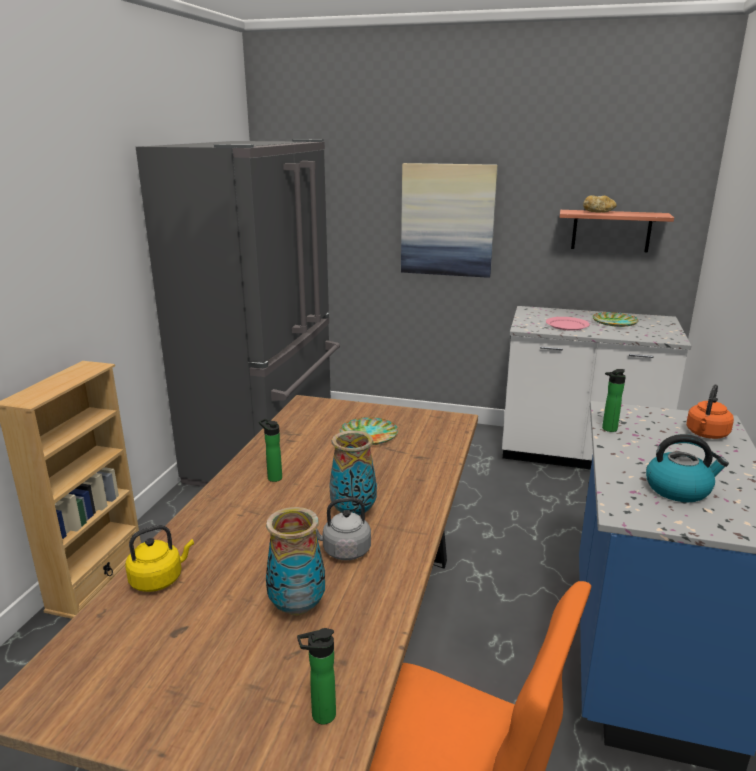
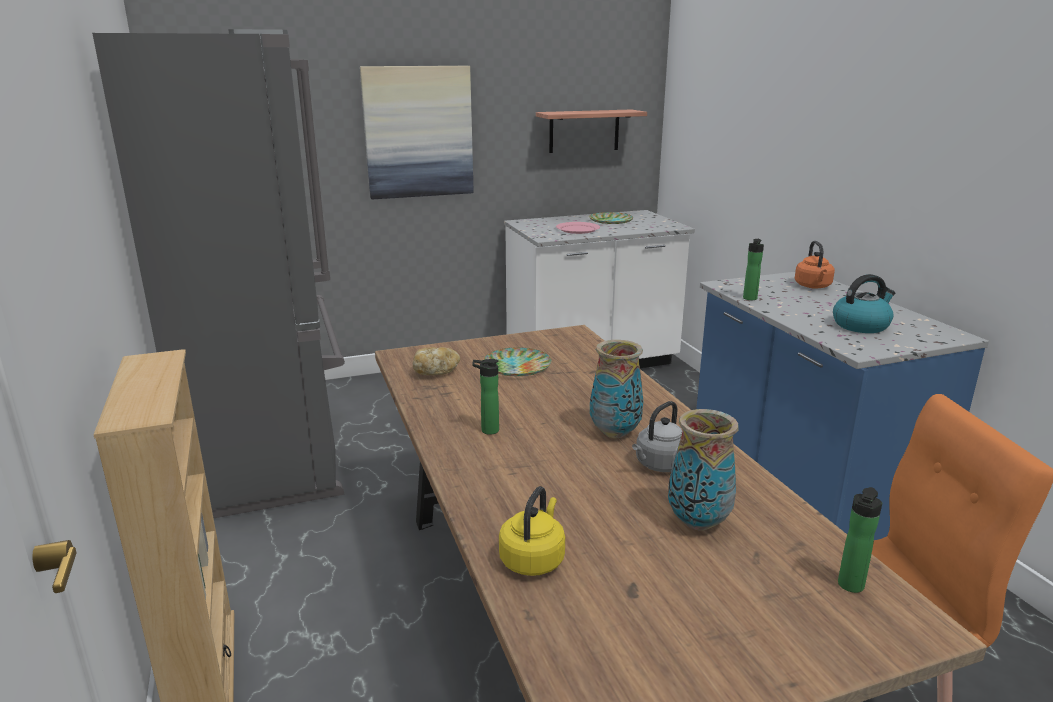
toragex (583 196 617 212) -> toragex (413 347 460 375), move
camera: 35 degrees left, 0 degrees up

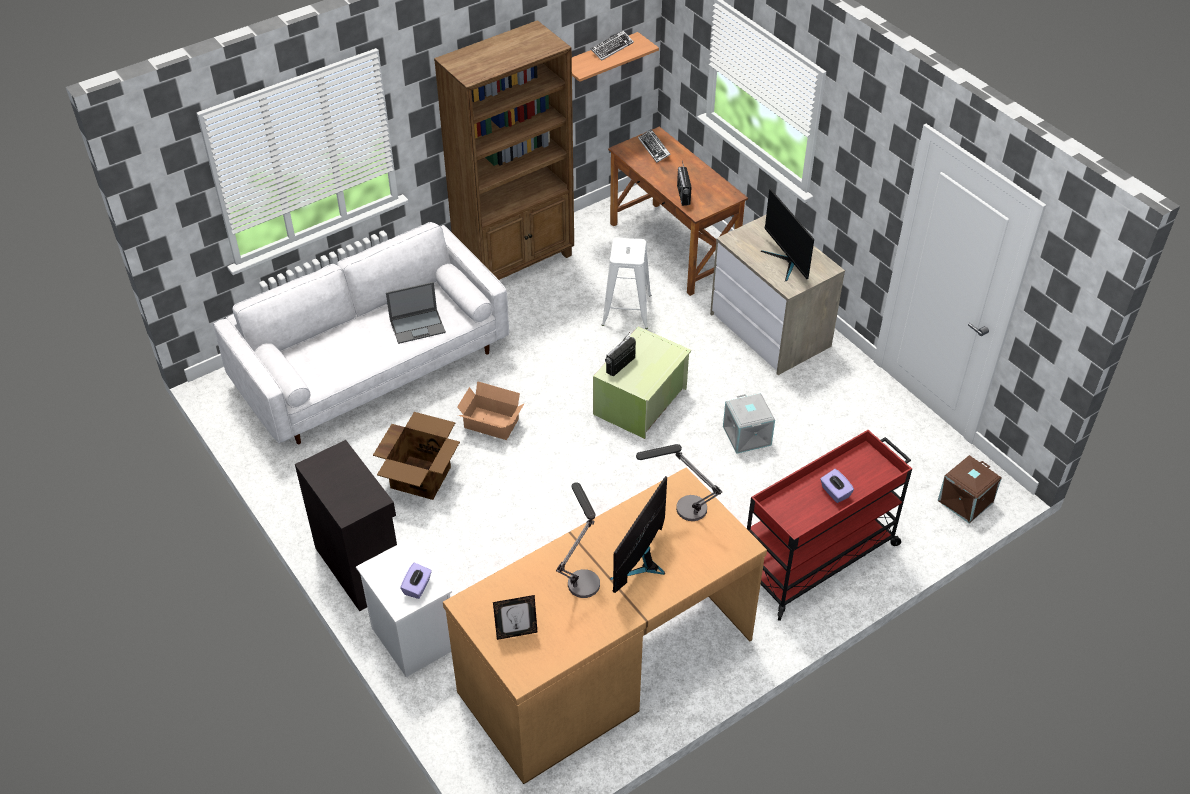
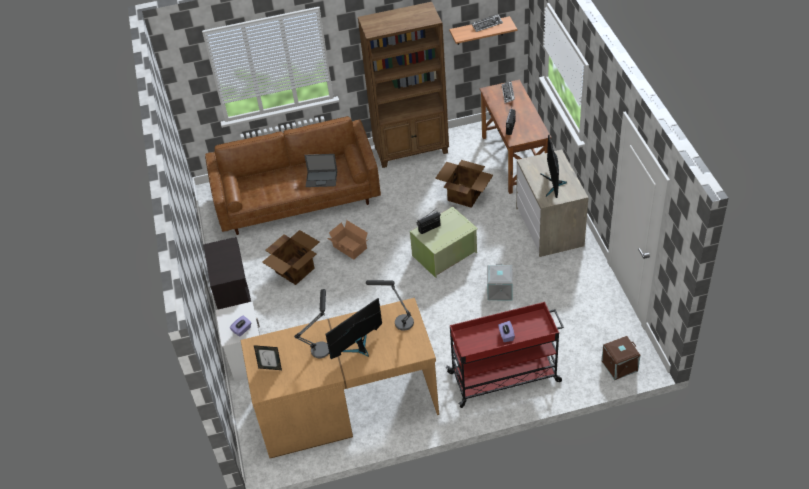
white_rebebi (213 222 509 444) -> brown_rebebi (205 116 381 235)
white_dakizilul (602 237 651 329) -> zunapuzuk (435 160 493 208)
camera: 25 degrees right, 0 degrees up

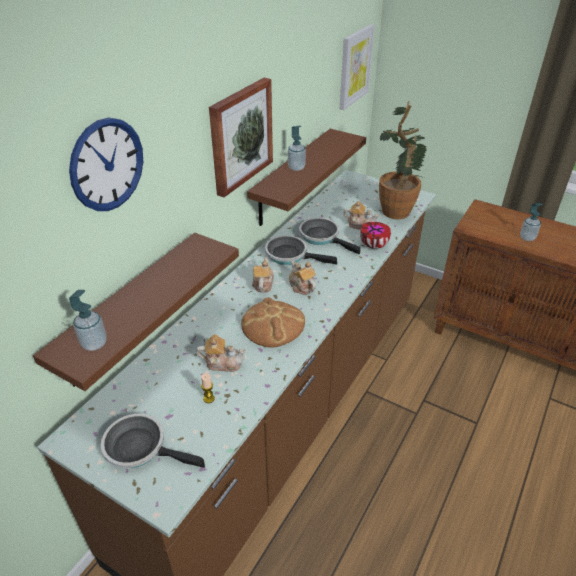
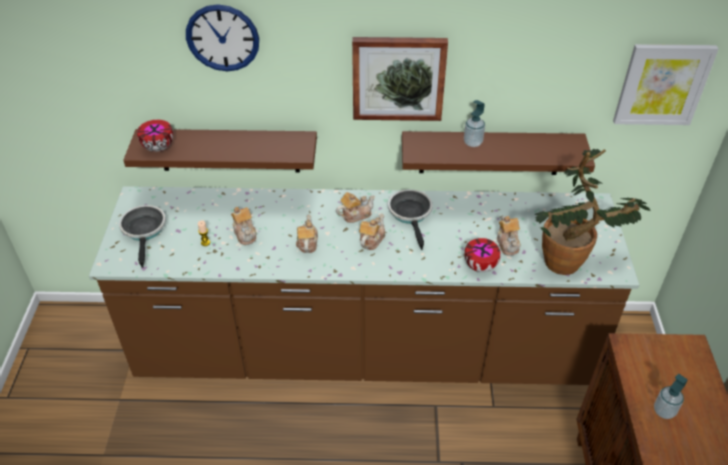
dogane (69 290 107 351) -> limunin (137 120 173 152)
toragex (241 298 305 348) -> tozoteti (296 214 318 253)
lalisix (299 218 361 254) -> none
camera: 60 degrees right, 5 degrees up

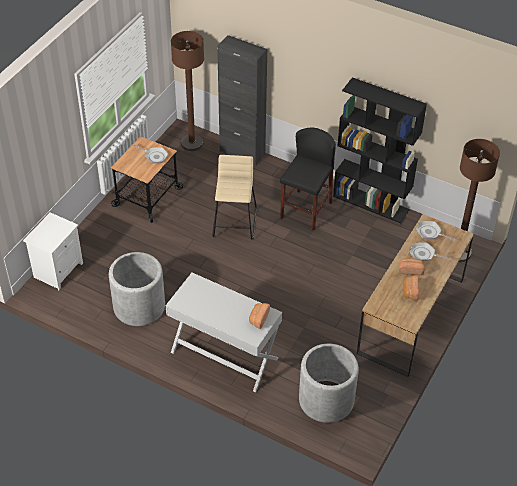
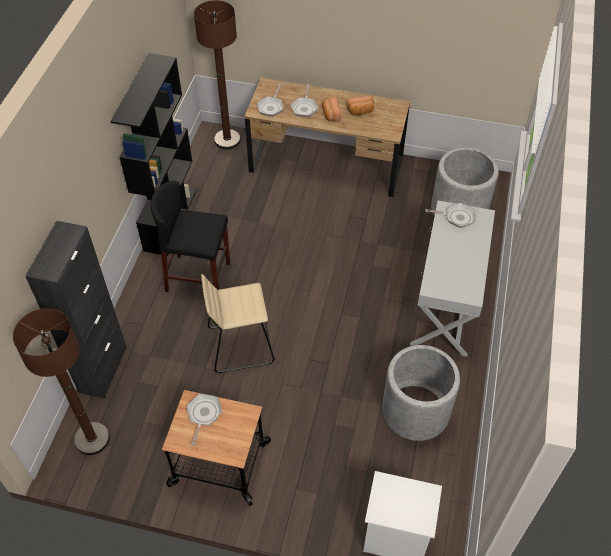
toragex (249 303 270 329) -> lalisix (426 203 476 228)
camera: 105 degrees left, 5 degrees up

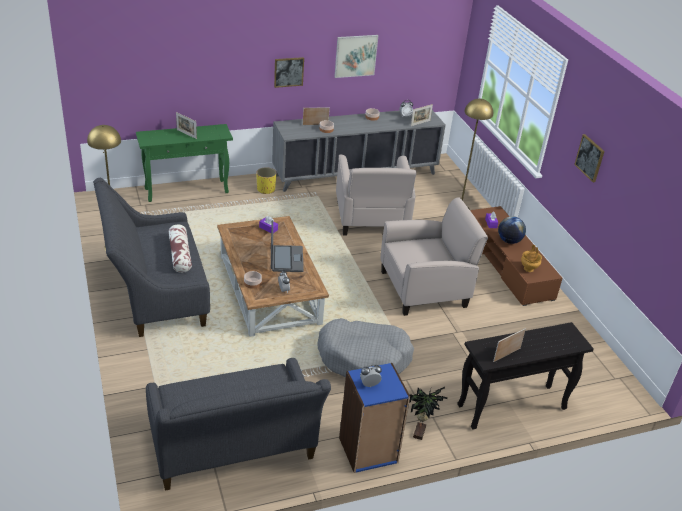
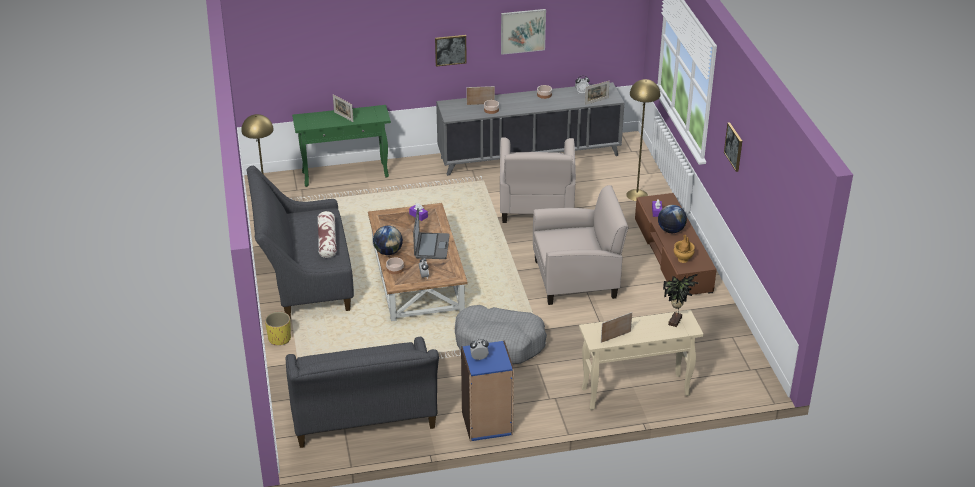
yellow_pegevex (256 167 276 194) -> yellow_pegevex (265 312 291 345), move
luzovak (409 387 448 440) -> luzovak (663 274 699 327), move
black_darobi (457 322 594 430) -> beige_darobi (579 310 703 410)
none -> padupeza (373 226 403 255)
camera: 10 degrees right, 0 degrees up

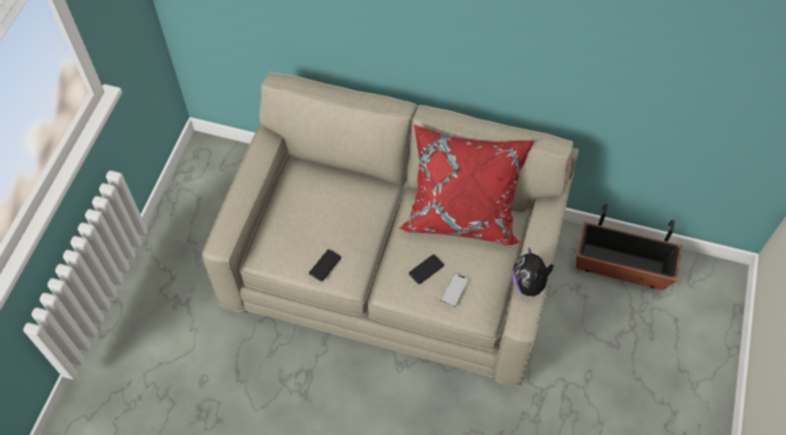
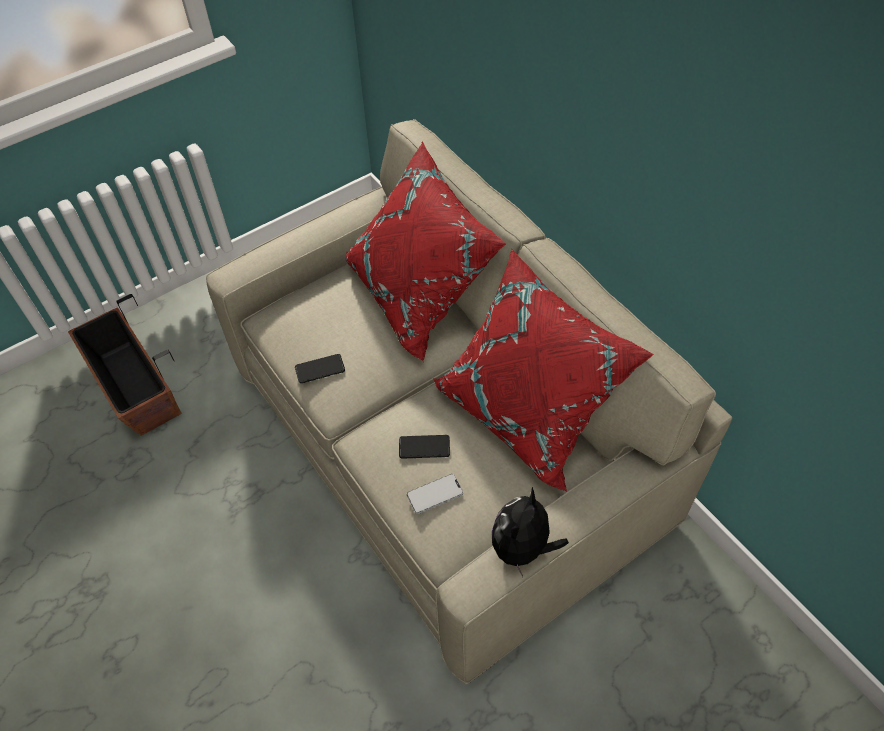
pegevex (576 204 682 290) -> pegevex (68 294 182 435), move
none -> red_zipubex (346 141 506 362)
camera: 40 degrees right, 5 degrees down

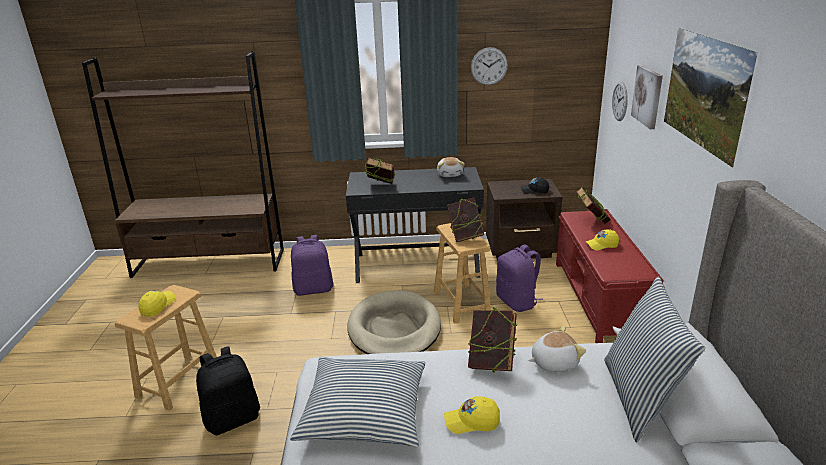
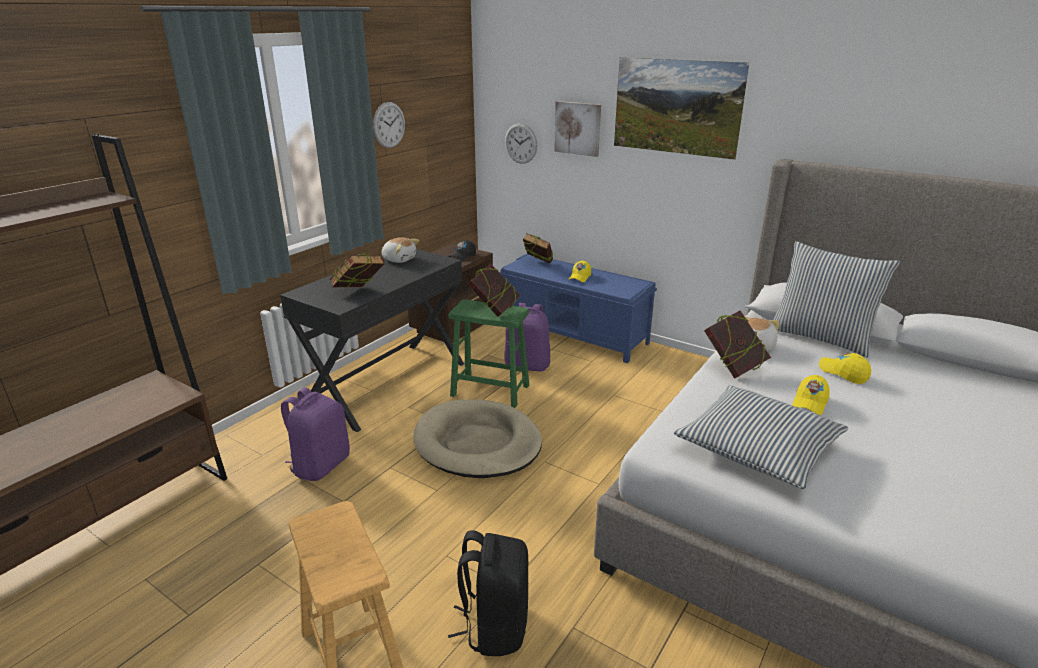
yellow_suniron (138 290 175 317) -> yellow_suniron (819 352 871 384), move
brown_dakizilul (434 223 491 324) -> green_dakizilul (448 299 529 408)
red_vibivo (556 209 663 343) -> blue_vibivo (499 254 657 363)
camera: 55 degrees left, 0 degrees up

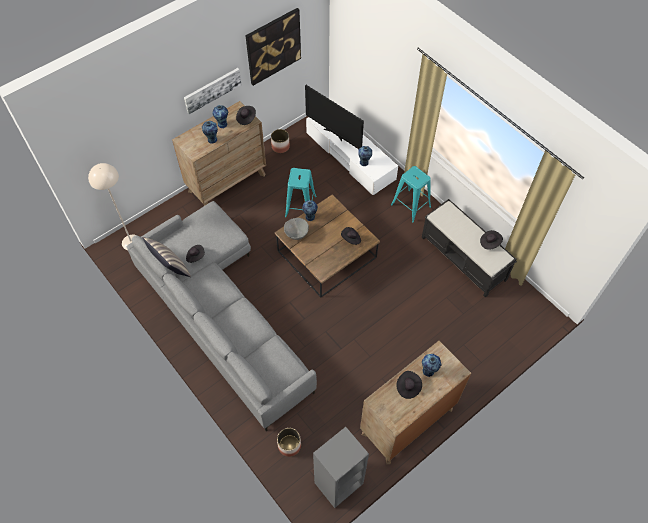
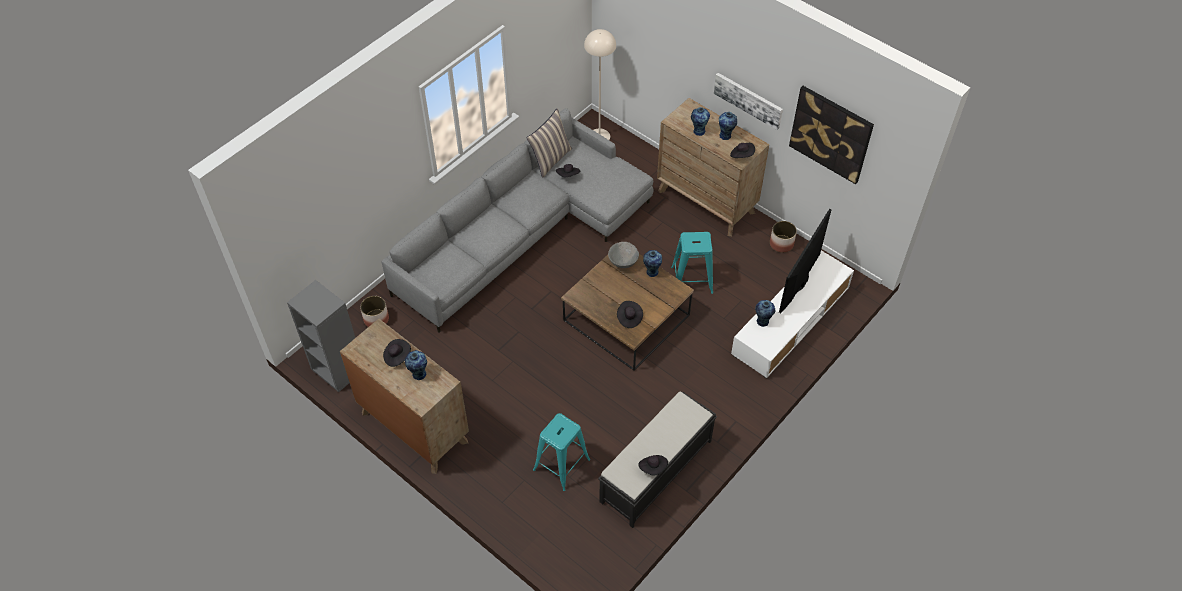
turquoise_dakizilul (391 166 431 222) -> turquoise_dakizilul (533 413 590 491), move
camera: 80 degrees right, 5 degrees down

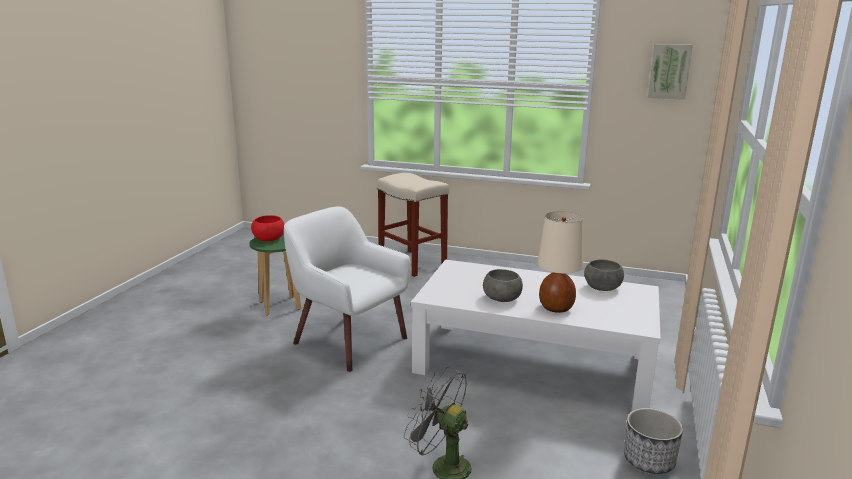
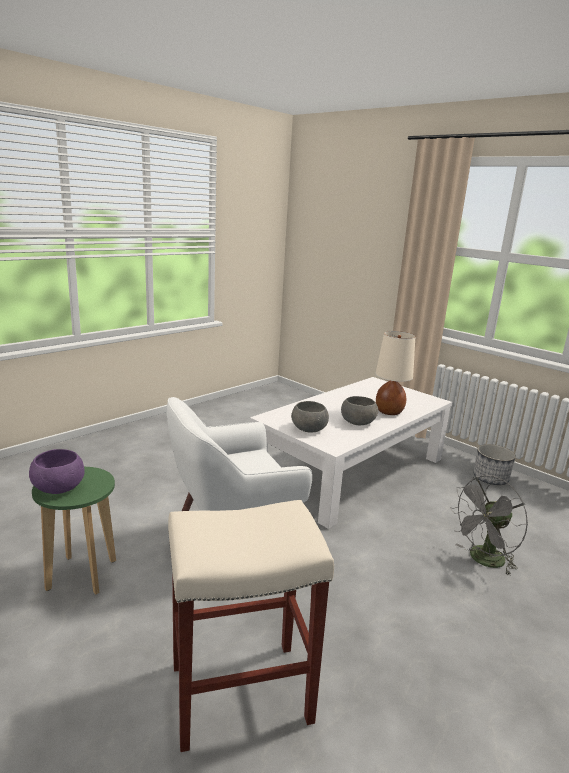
red_limunin (251 215 284 241) -> purple_limunin (29 449 85 494)
beige_dakizilul (377 173 449 277) -> beige_dakizilul (168 500 334 752), move
grey_limunin (584 259 624 291) -> grey_limunin (291 401 329 433), move
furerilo (648 44 693 100) -> none
camera: 65 degrees left, 0 degrees up

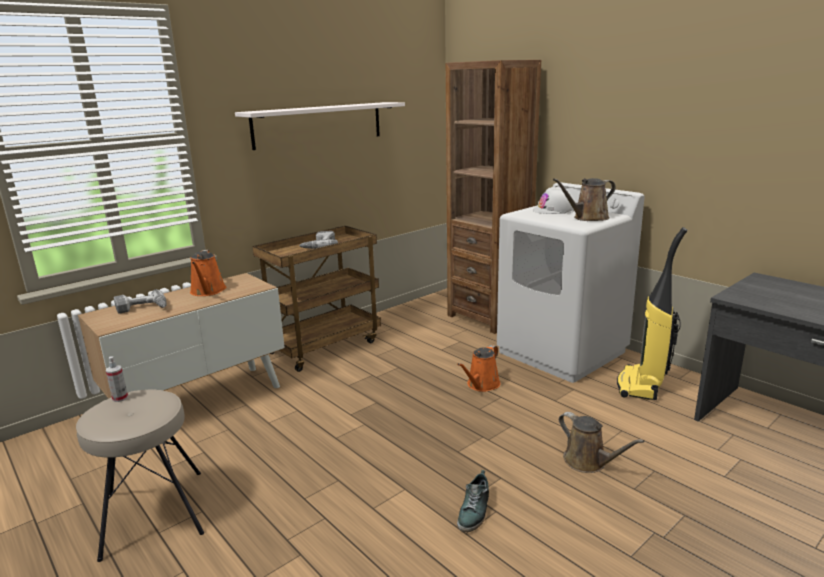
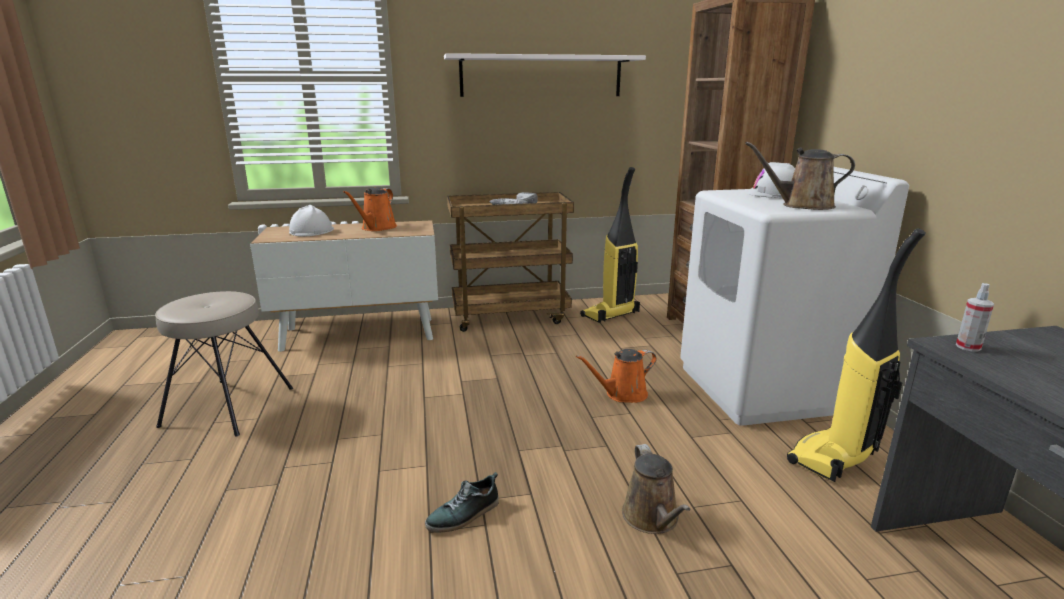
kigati (106 356 128 402) -> kigati (956 283 994 352), move
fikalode (114 289 167 314) -> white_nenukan (289 205 334 236)
none -> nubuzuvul (580 167 640 323)
camera: 30 degrees right, 0 degrees up

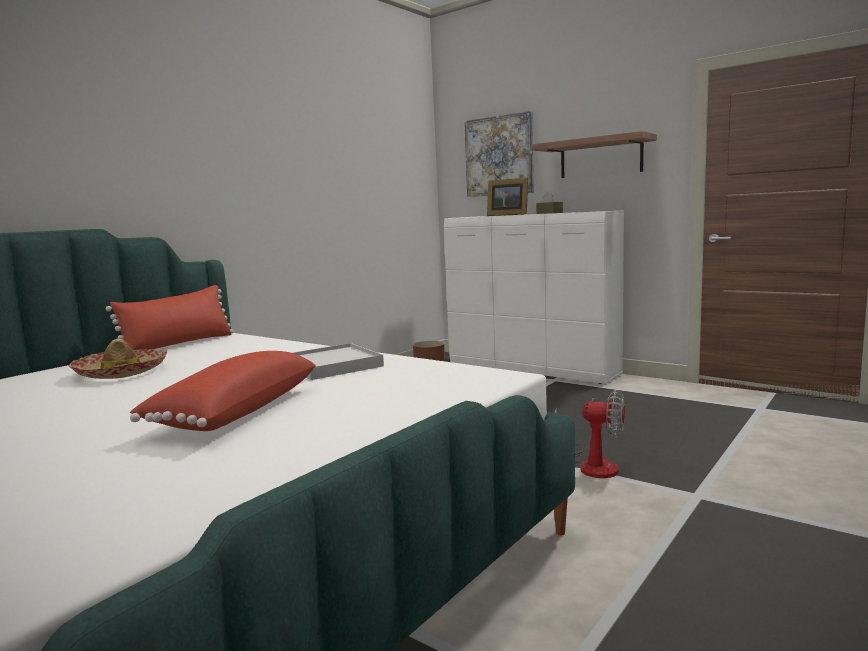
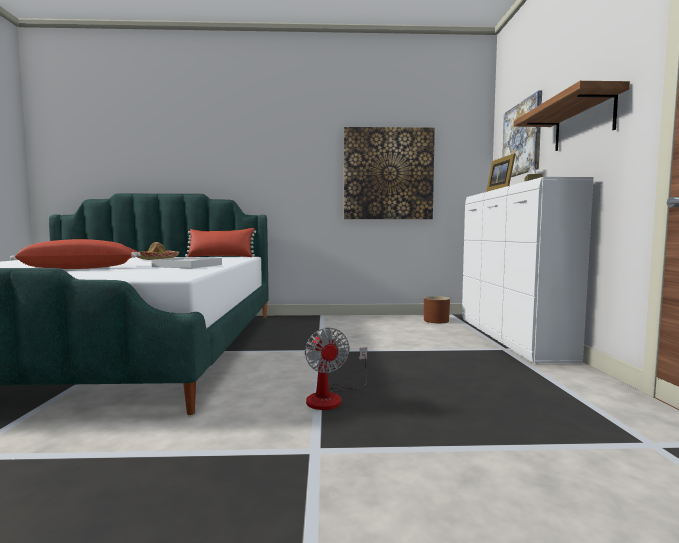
none -> furerilo (344 127 435 219)
camera: 50 degrees right, 5 degrees down

